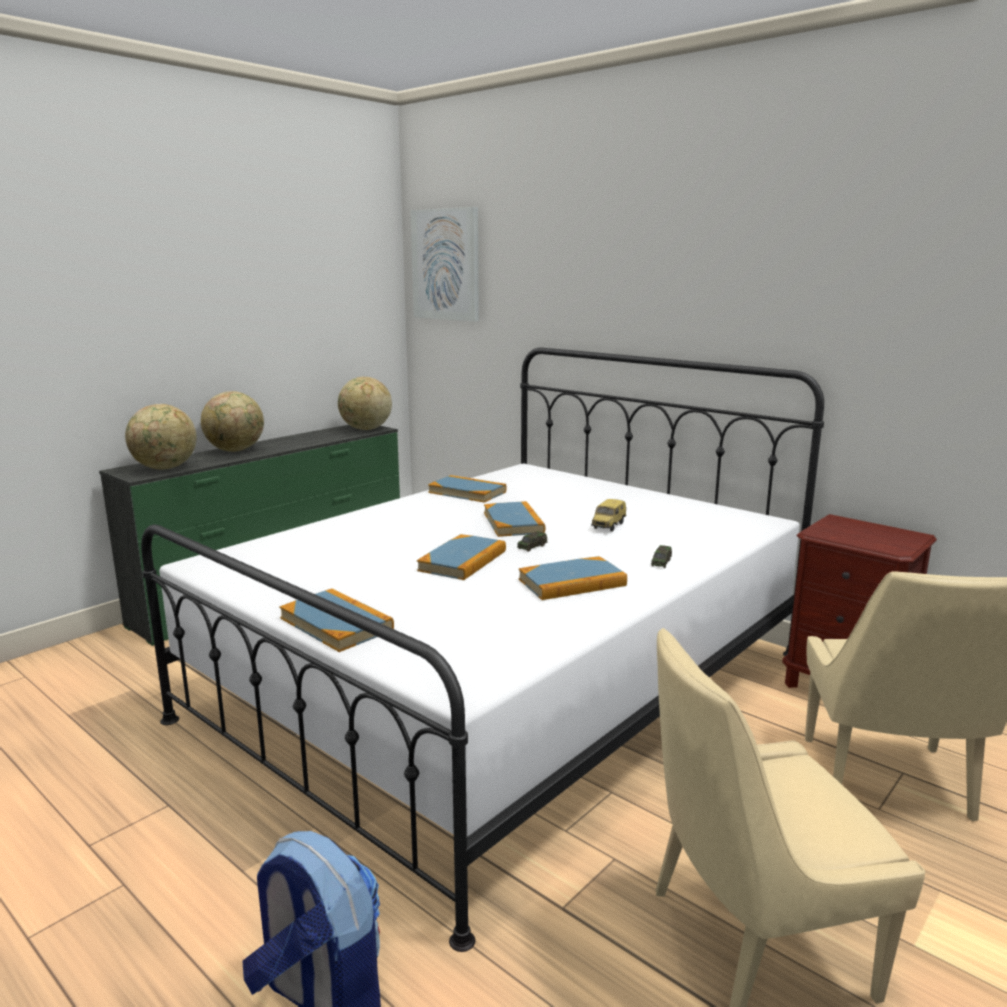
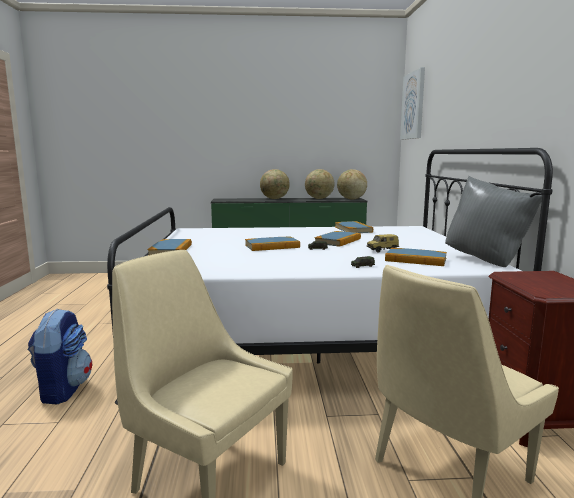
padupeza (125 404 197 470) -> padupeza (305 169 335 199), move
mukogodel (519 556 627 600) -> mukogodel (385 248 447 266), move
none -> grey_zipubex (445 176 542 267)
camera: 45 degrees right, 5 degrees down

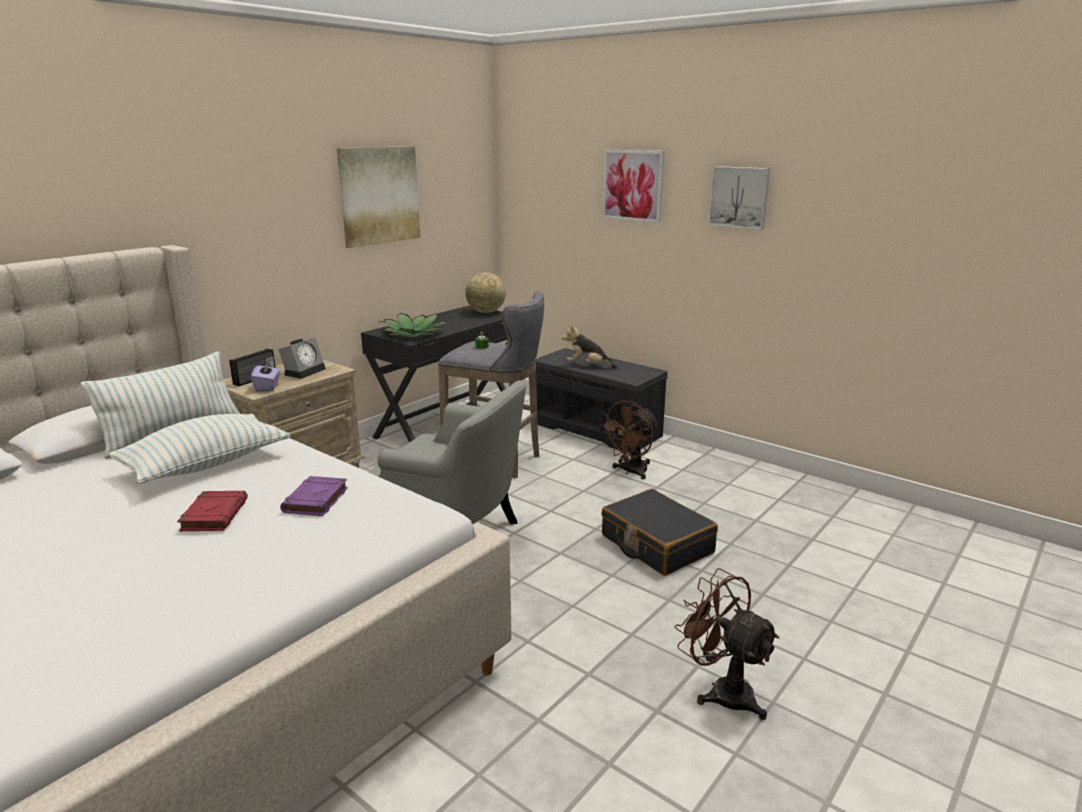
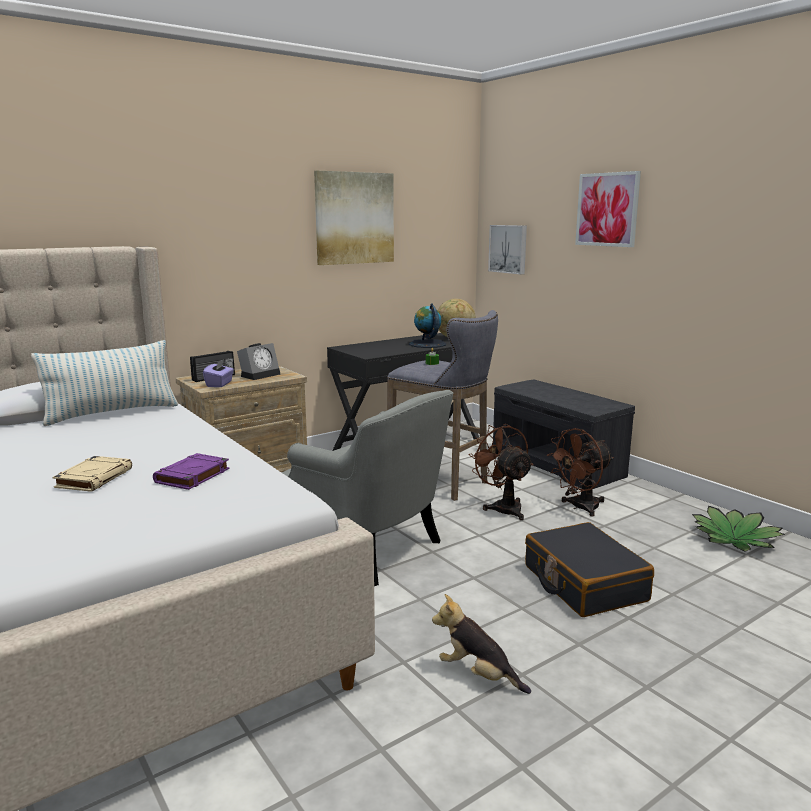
zipubex (109 414 290 484) -> none
red_mukogodel (177 491 248 531) -> beige_mukogodel (53 456 132 492)
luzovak (379 313 446 338) -> luzovak (692 506 785 552), move
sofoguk (562 324 618 368) -> sofoguk (432 594 531 694), move
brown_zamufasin (675 568 779 720) -> brown_zamufasin (469 424 534 520), move
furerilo (708 166 770 229) -> furerilo (488 225 527 274), move
none -> padupeza (409 303 446 348)
camera: 15 degrees right, 5 degrees down

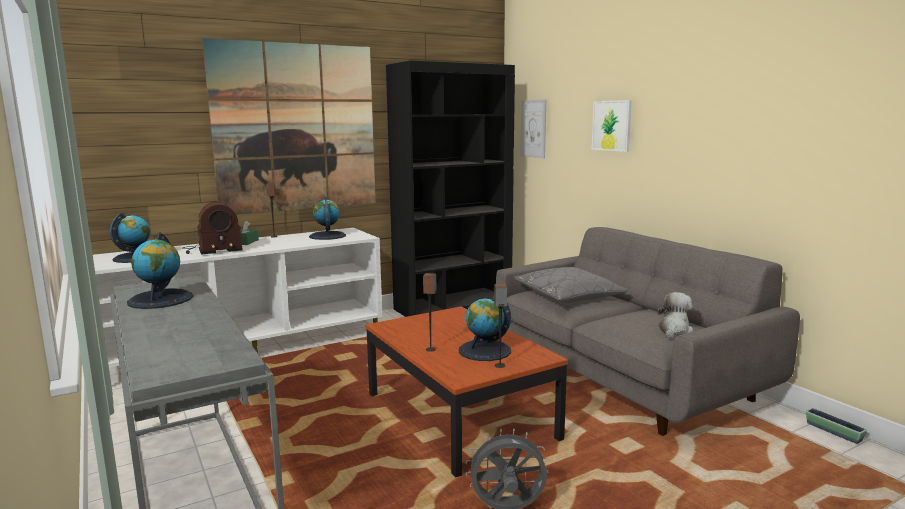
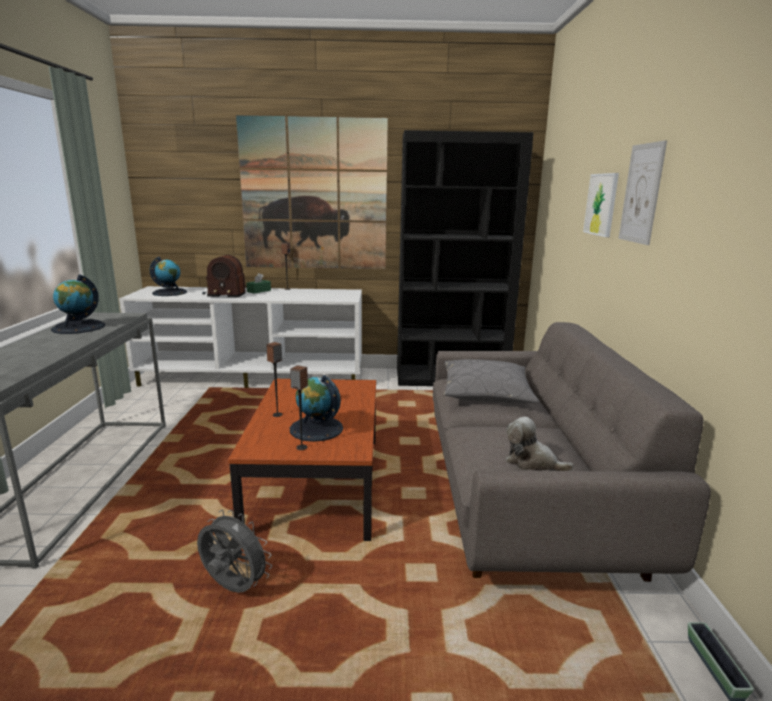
padupeza (309 197 346 240) -> none
furerilo (520 99 546 158) -> furerilo (619 140 667 245), move
sofoguk (657 292 694 339) -> sofoguk (506 417 574 471), 120 degrees counterclockwise
camera: 30 degrees right, 5 degrees up

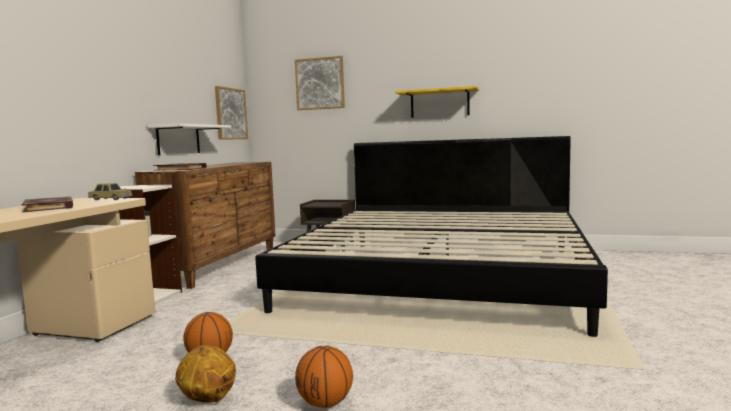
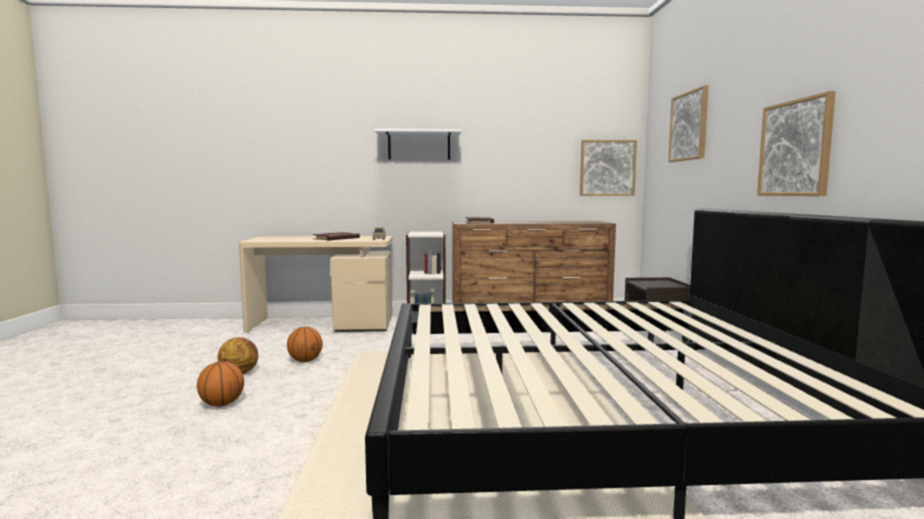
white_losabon (148 124 231 155) -> white_losabon (374 128 462 160), move
yellow_losabon (395 86 479 118) -> furerilo (757 91 836 196)
camera: 70 degrees right, 0 degrees up

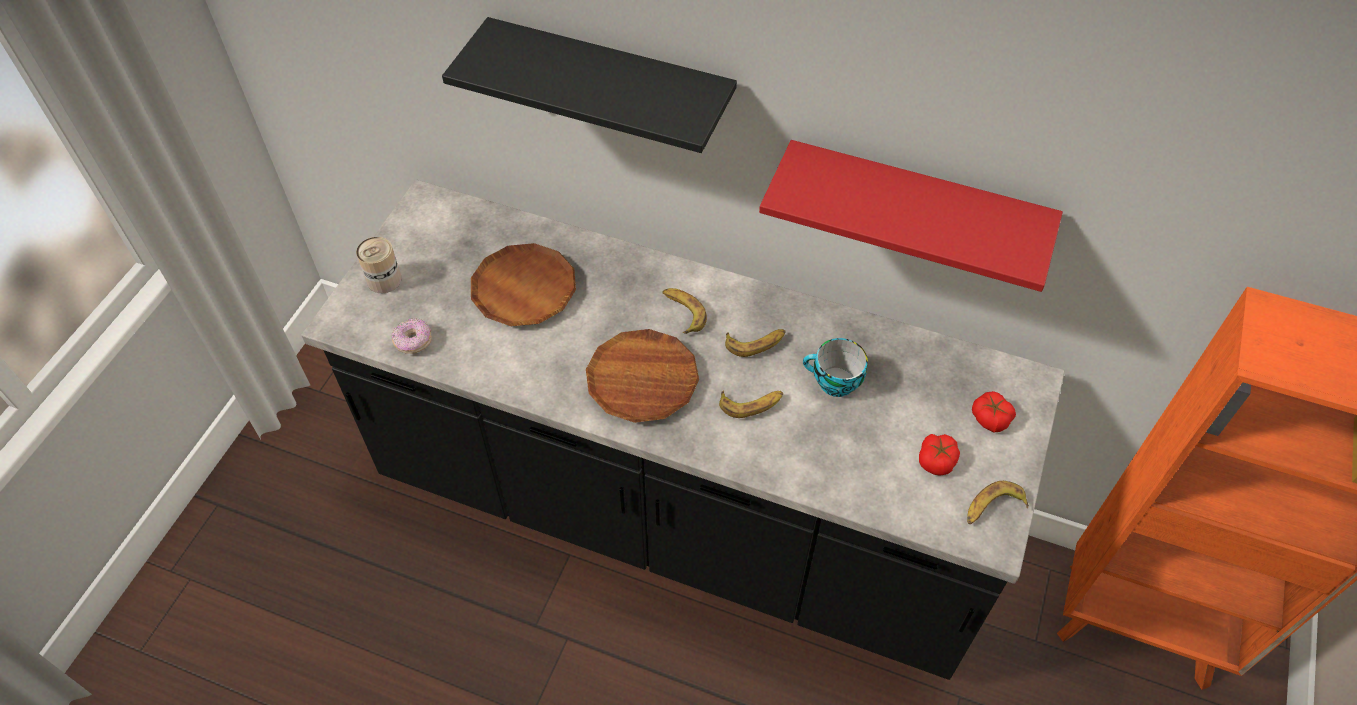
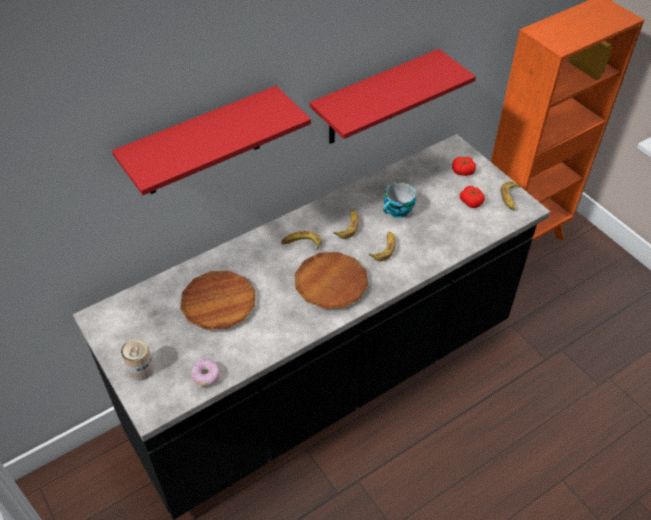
black_losabon (442 17 737 153) -> red_losabon (112 86 311 195)
camera: 55 degrees left, 5 degrees down

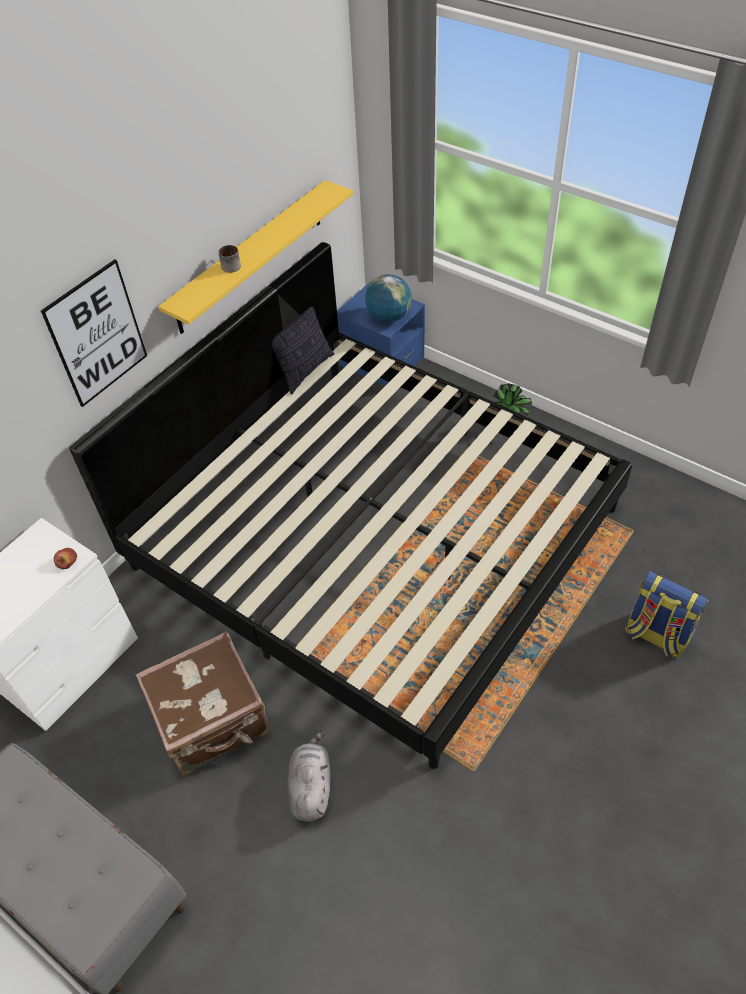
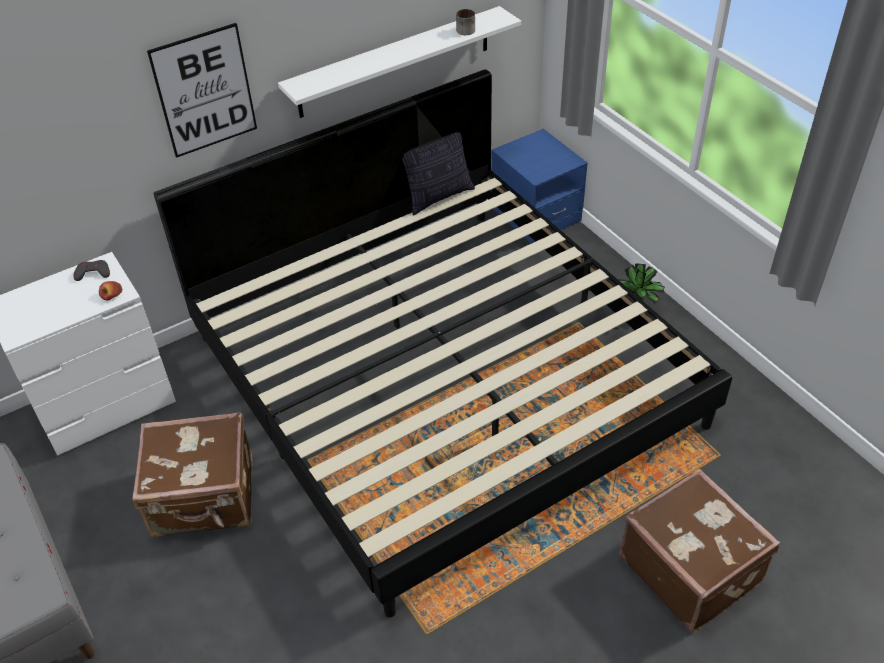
yellow_losabon (158 180 353 334) -> white_losabon (278 6 521 118)
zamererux (218 245 241 273) -> zamererux (456 9 475 35), move
grey_sofoguk (287 731 331 822) -> none
padupeza (365 274 412 322) -> none
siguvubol (625 571 709 658) -> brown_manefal (619 469 780 633)
none -> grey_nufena (74 260 110 281)
camera: 20 degrees right, 5 degrees down

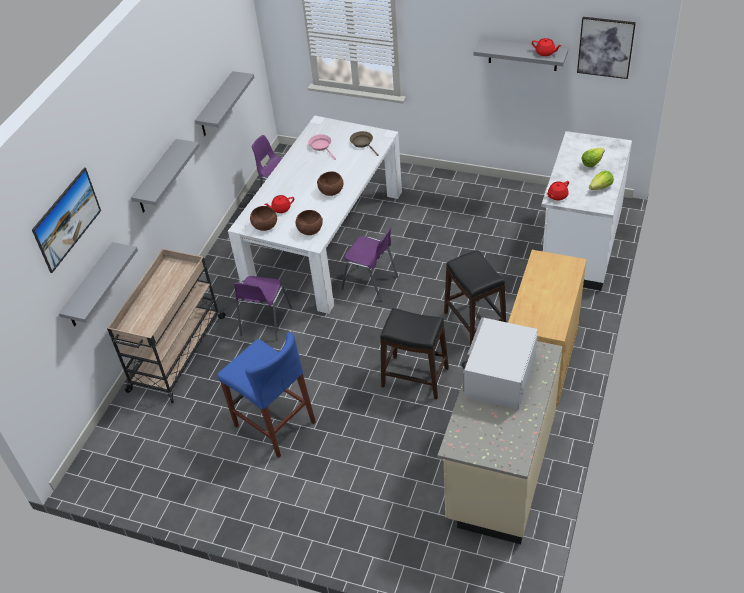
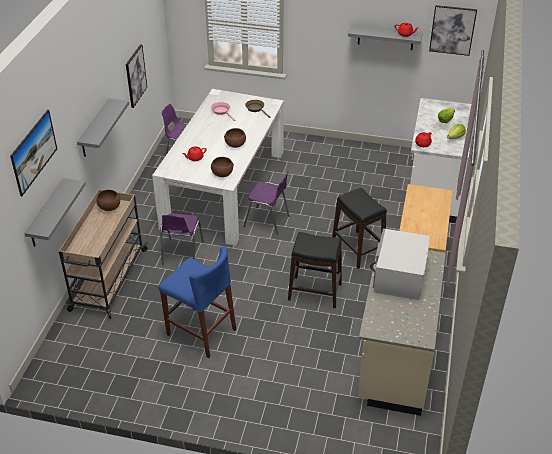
grey_losabon (195 71 254 136) -> furerilo (126 44 147 108)
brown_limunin (250 206 277 231) -> brown_limunin (96 190 120 211), move
camera: 10 degrees left, 5 degrees down

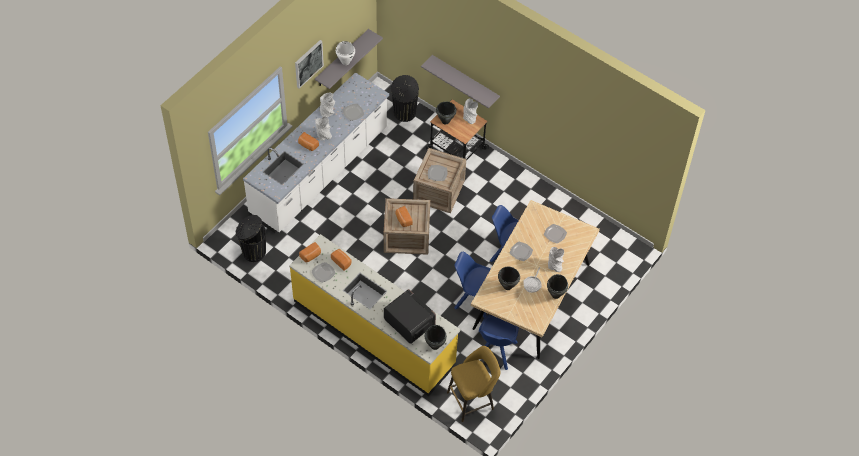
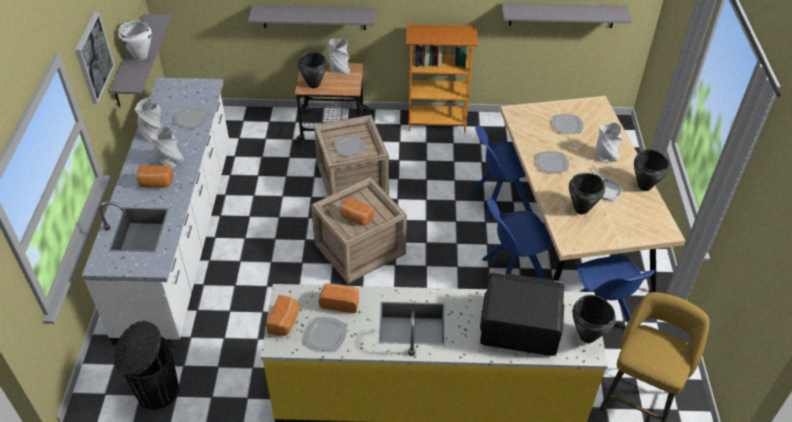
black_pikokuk (391 75 419 122) -> none
none -> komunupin (406 25 478 133)
none -> grey_losabon (502 3 631 28)
camera: 35 degrees left, 10 degrees down

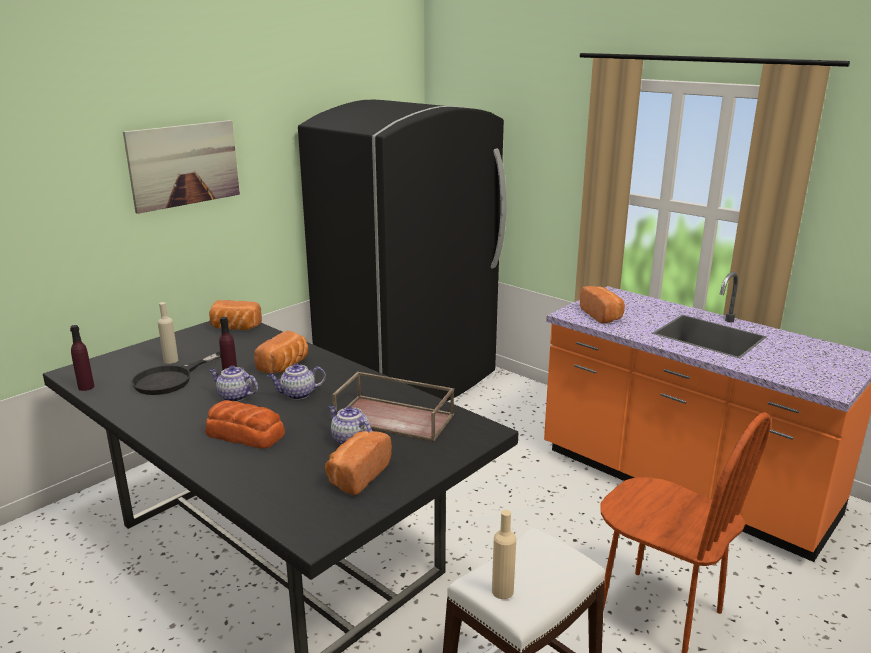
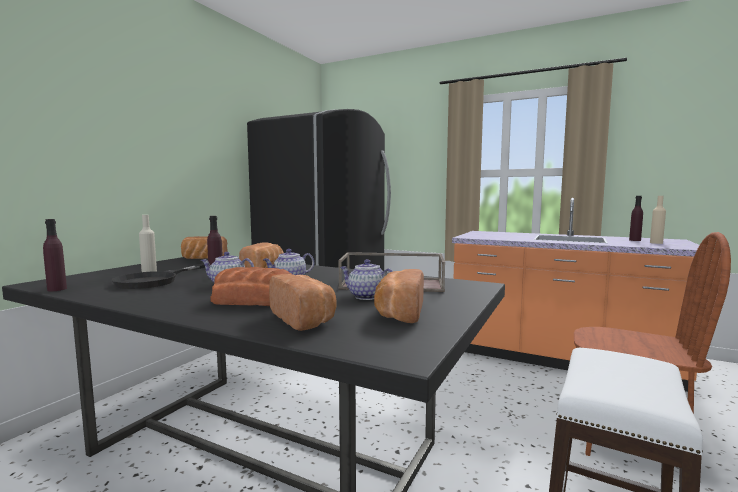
furerilo (123 120 240 214) -> none
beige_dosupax (492 510 516 599) -> beige_dosupax (650 196 666 244), move
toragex (580 286 625 324) -> toragex (269 274 337 331), move
none -> purple_dosupax (629 196 643 241)
camera: 15 degrees left, 15 degrees down

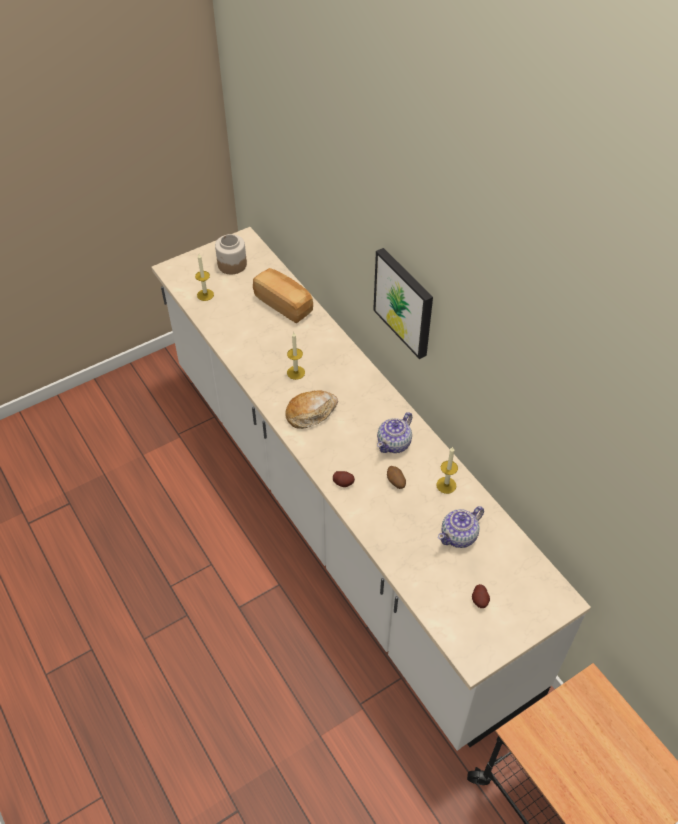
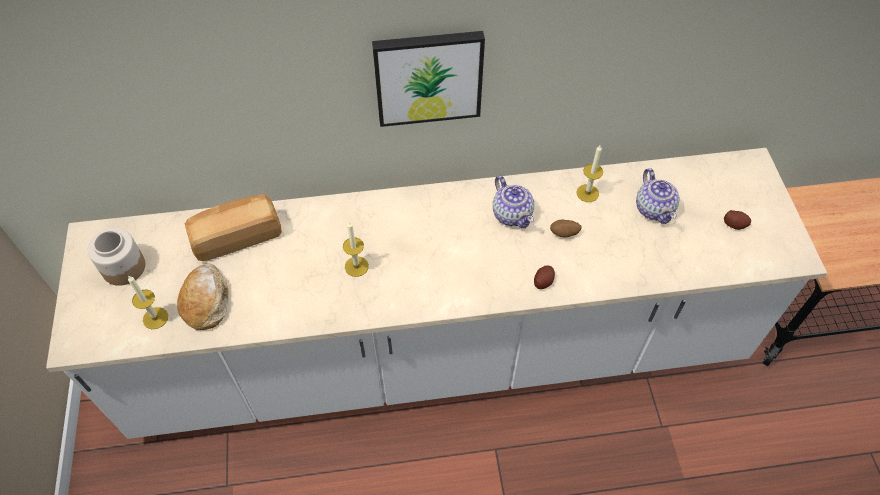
toragex (285 390 338 429) -> toragex (177 263 229 330), move
camera: 65 degrees left, 5 degrees up

